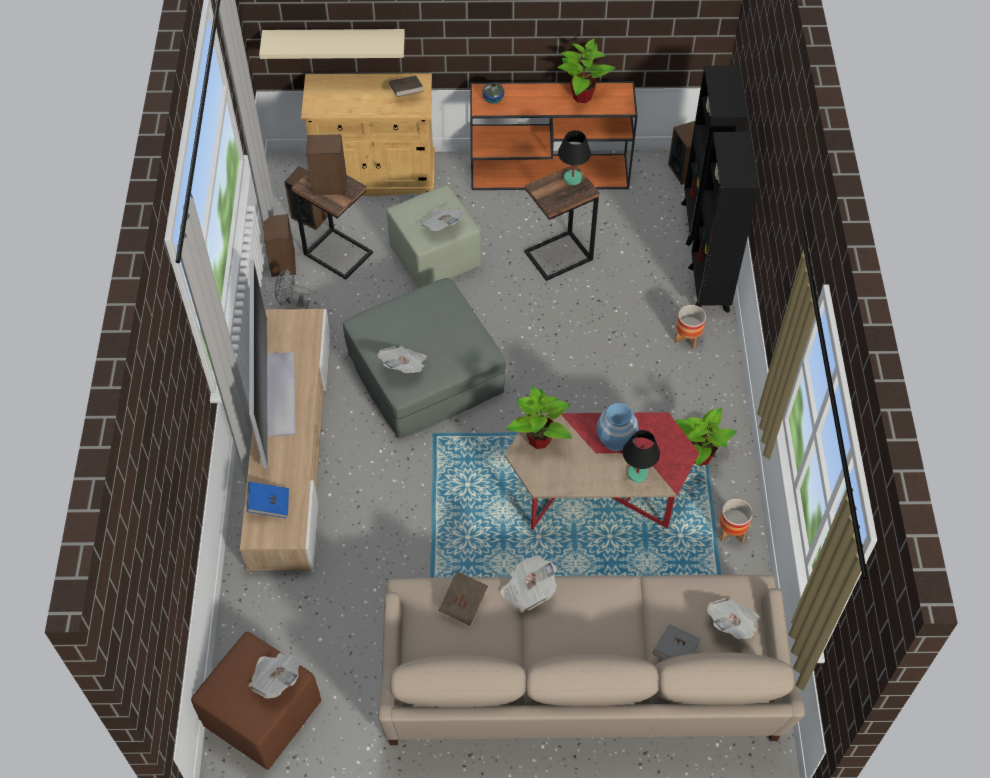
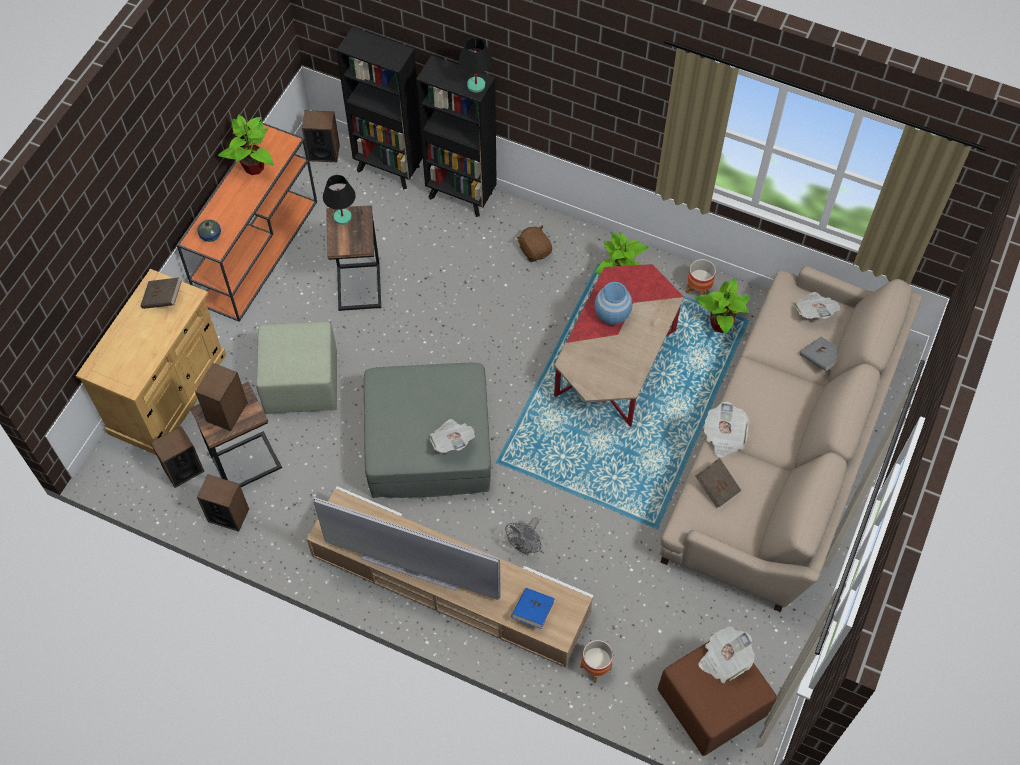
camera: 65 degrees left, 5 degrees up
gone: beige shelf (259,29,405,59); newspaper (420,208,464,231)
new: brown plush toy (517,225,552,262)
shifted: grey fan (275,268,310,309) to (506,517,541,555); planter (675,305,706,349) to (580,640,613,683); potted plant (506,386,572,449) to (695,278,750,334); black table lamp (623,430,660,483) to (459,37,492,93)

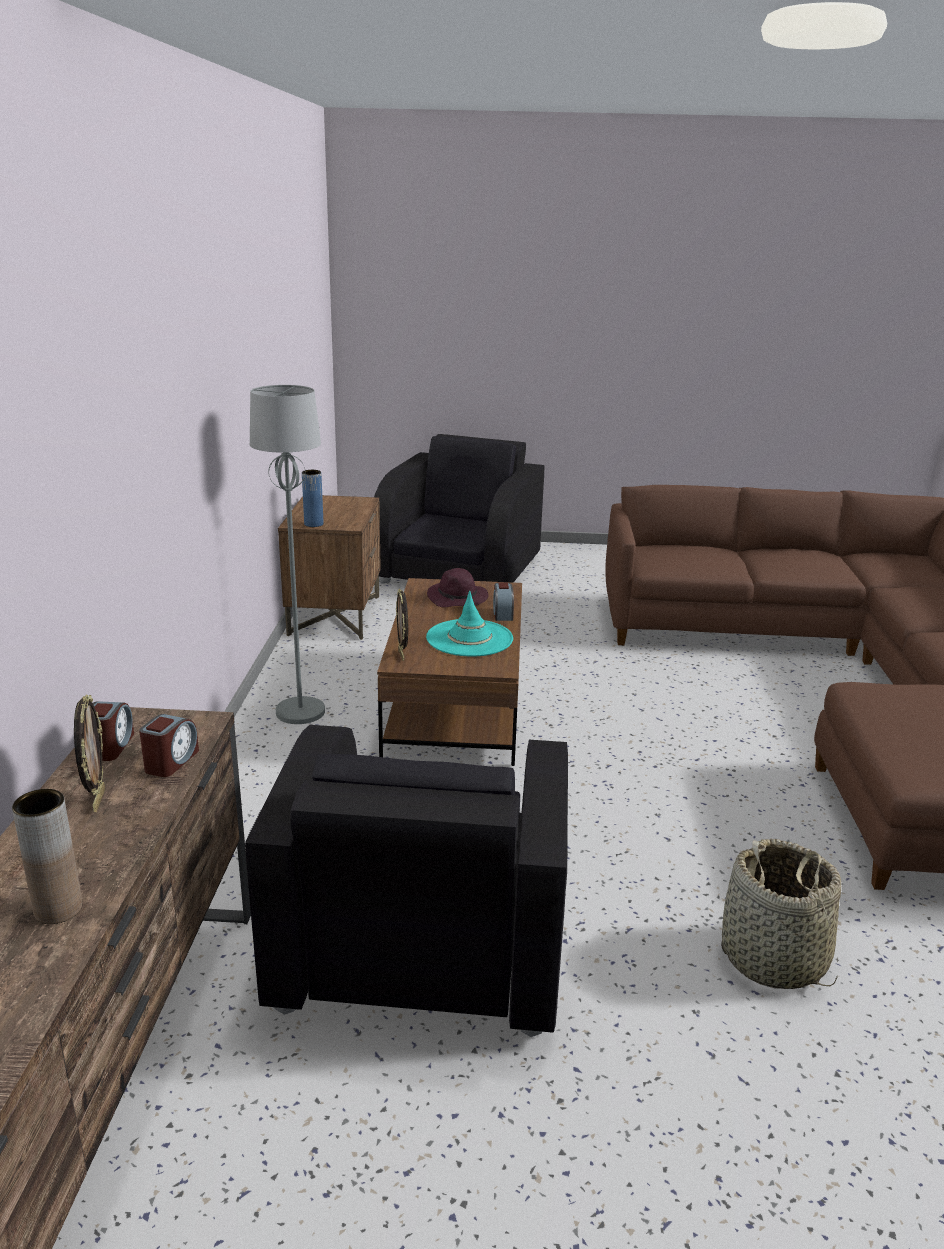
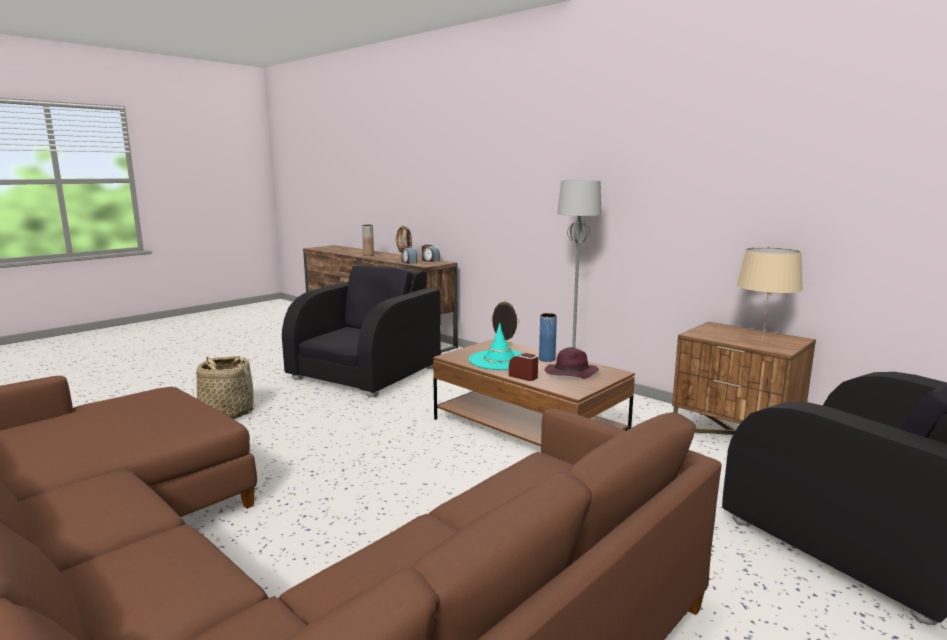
camera: 130 degrees right, 10 degrees down
new: beige table lamp (736,247,803,340)
shifted: blue vase (302,470,323,527) to (539,313,557,362)
rotated: black armchair (245,725,568,1037) = (282,266,441,397) 75 degrees clockwise

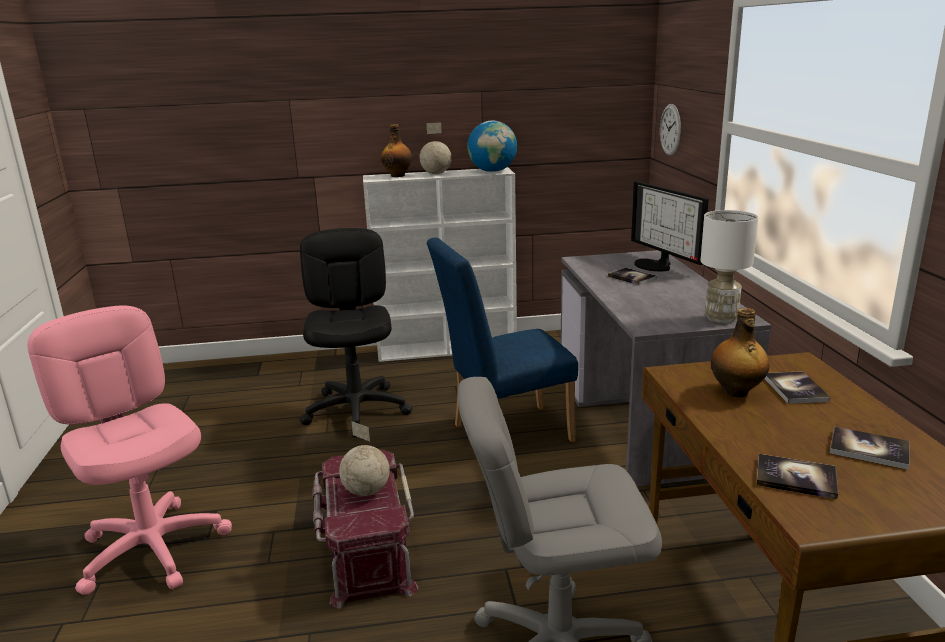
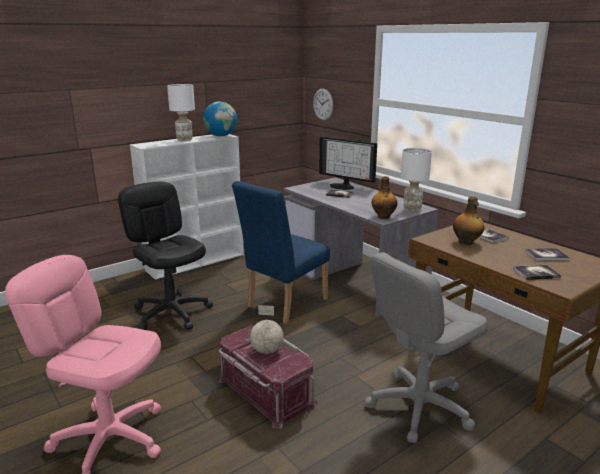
camera: 30 degrees left, 0 degrees up
shifted: bottle (381,124,412,177) to (372,176,397,219)
swapped: globe (420,123,452,174) to white table lamp (167,84,195,141)

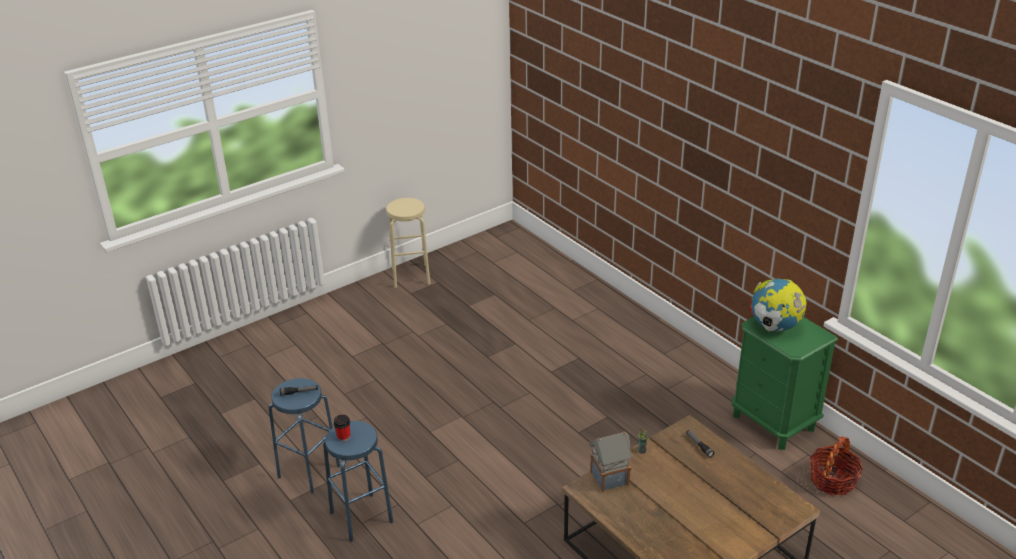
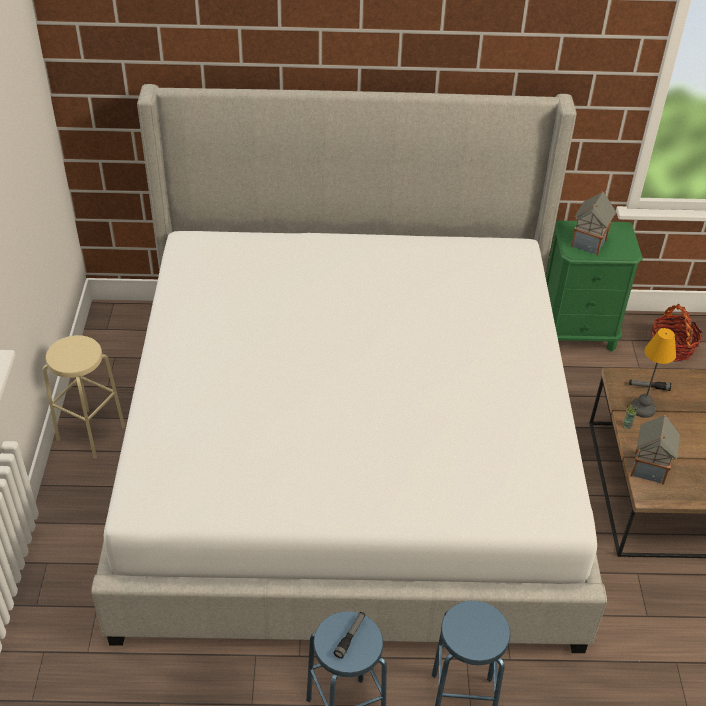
camera: 55 degrees left, 10 degrees up
gone: cup (333,415,350,442)
new: bed (91,84,607,653); table lamp (631,328,676,418)
swapped: globe (750,279,807,332) to toy house (570,191,616,256)

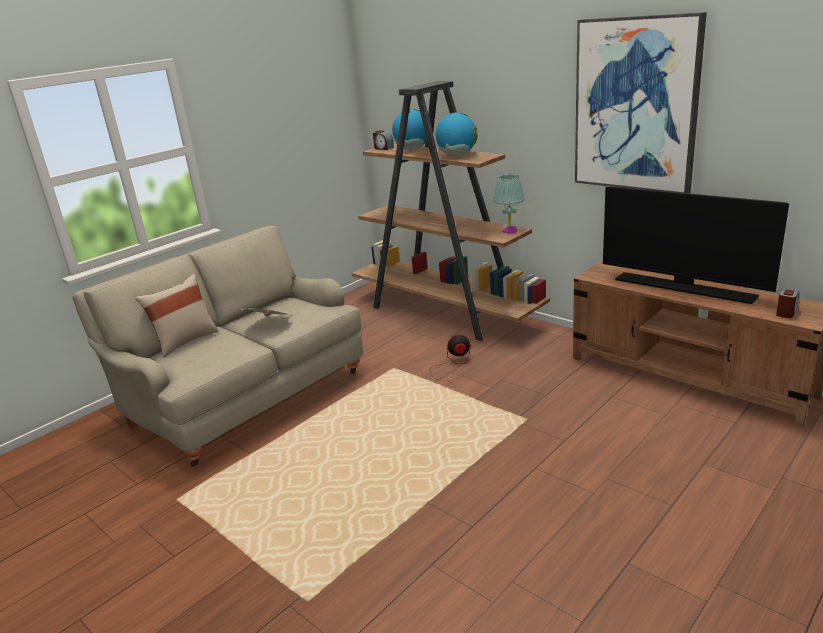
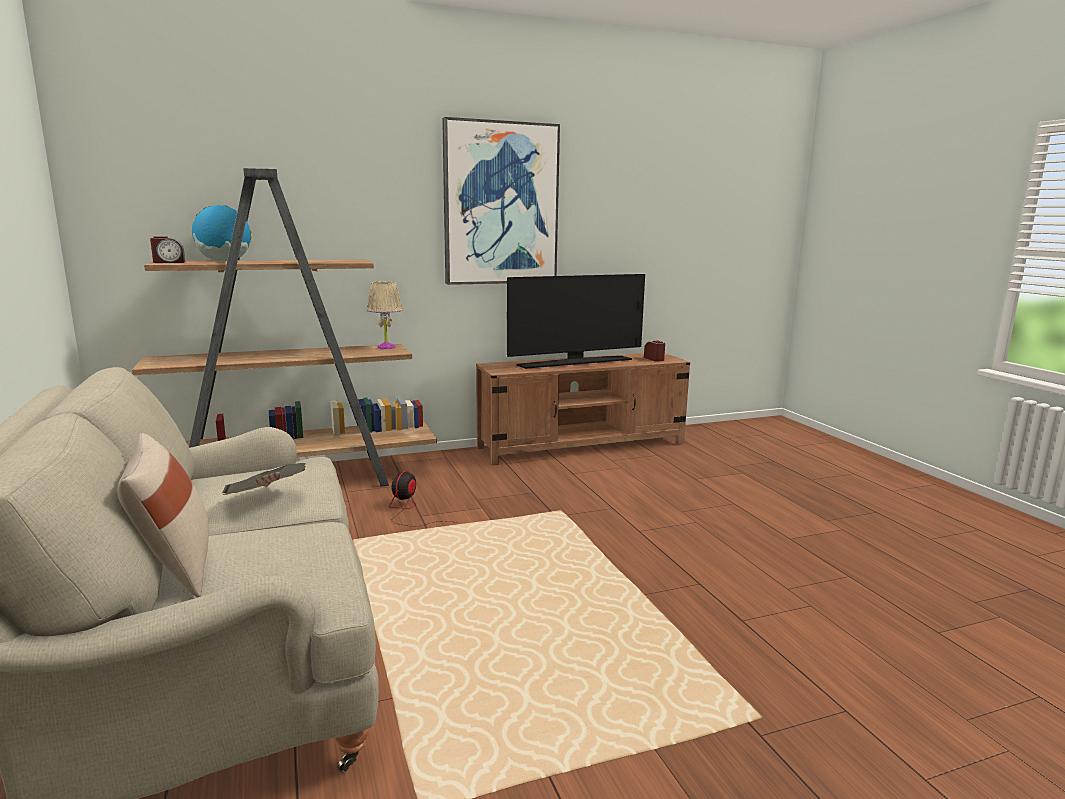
camera: 65 degrees left, 10 degrees down
gone: globe (436,112,478,156)
repainted: turquoise table lamp (494,174,524,233) to beige table lamp (367,282,403,349)

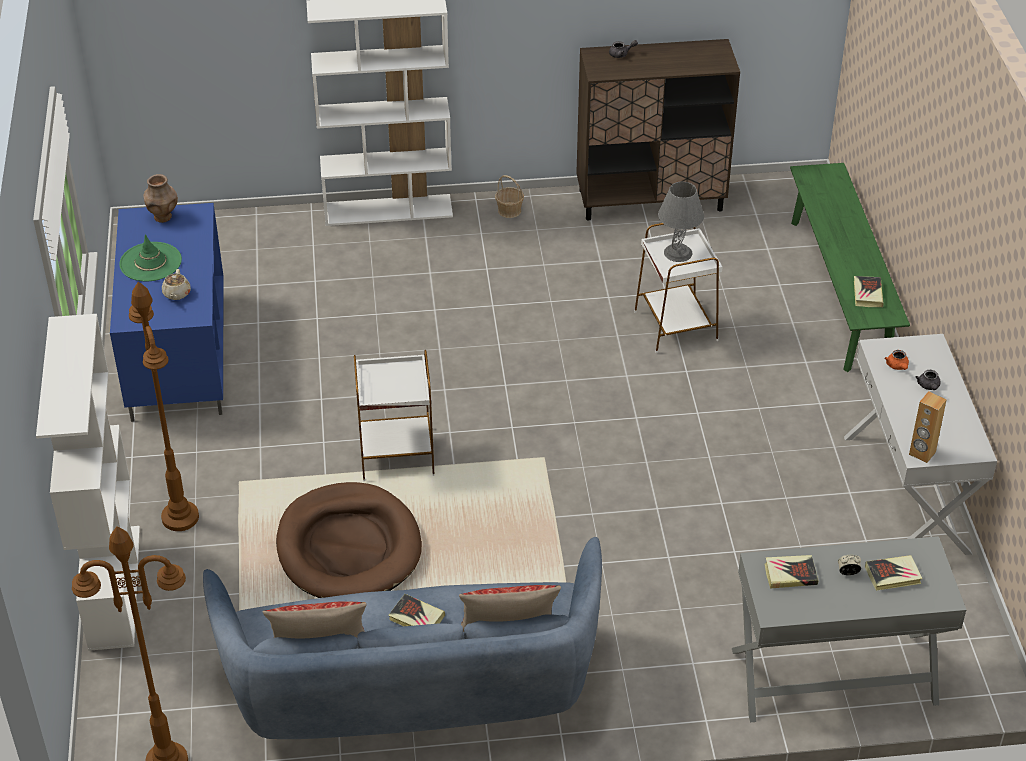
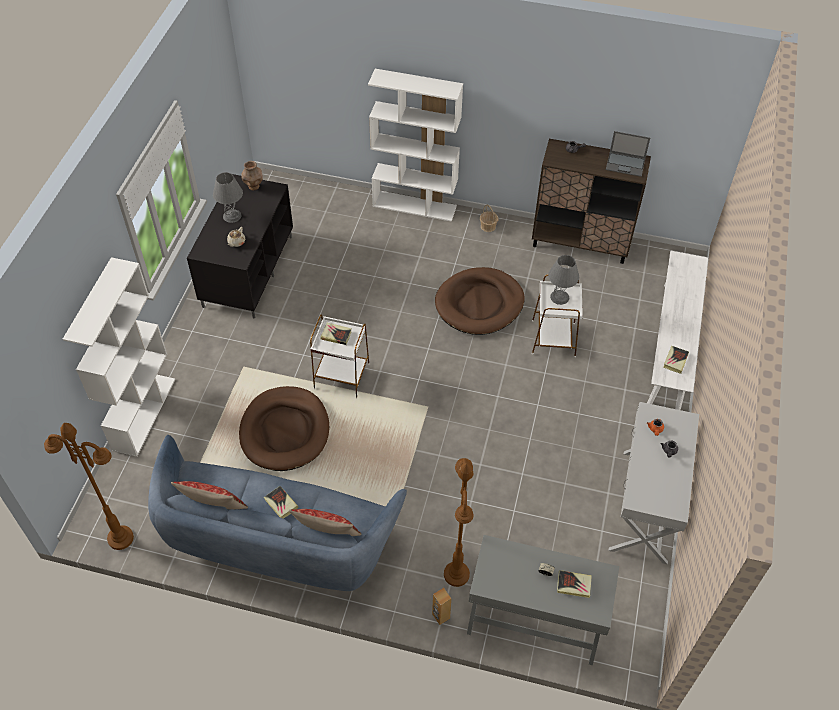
camera: 20 degrees right, 10 degrees up
new: laptop (606,131,650,177); brown dog bed (435,267,525,335)
shifted: brown floor lamp (129,282,199,531) to (444,458,474,587); brown speaker (909,391,947,463) to (432,588,451,625); book (764,555,818,589) to (320,323,352,345)
swapped: green hat (119,234,182,281) to grey table lamp (213,172,243,223)
repainted: green bench (790,163,910,372) to white bench (647,251,708,410); blue tv stand (110,203,224,422) to black tv stand (187,174,293,319)

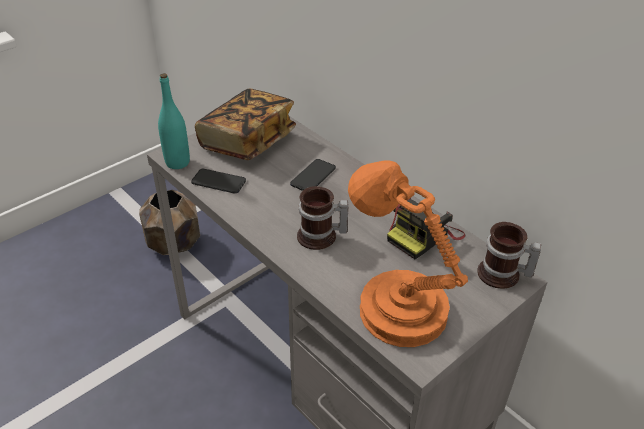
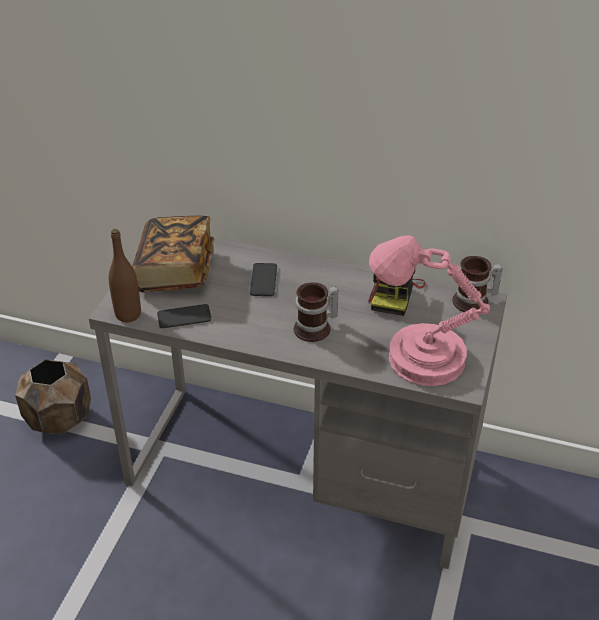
camera: 30 degrees left, 0 degrees up
repainted: turquoise bottle (158,73,190,169) to brown bottle (108,229,141,322); orange table lamp (348,160,468,347) to pink table lamp (369,235,490,386)

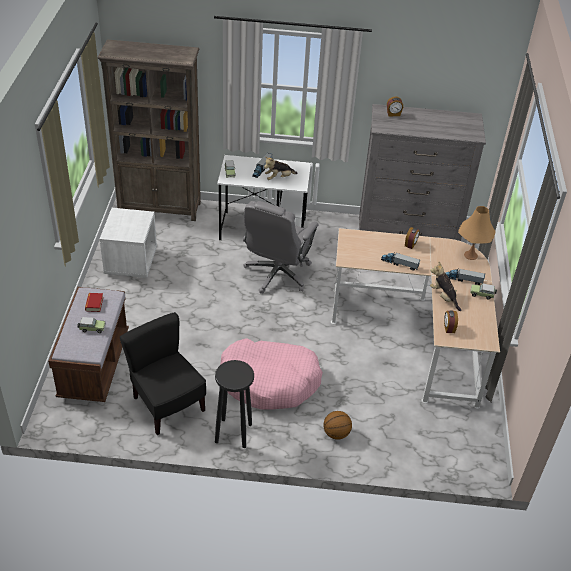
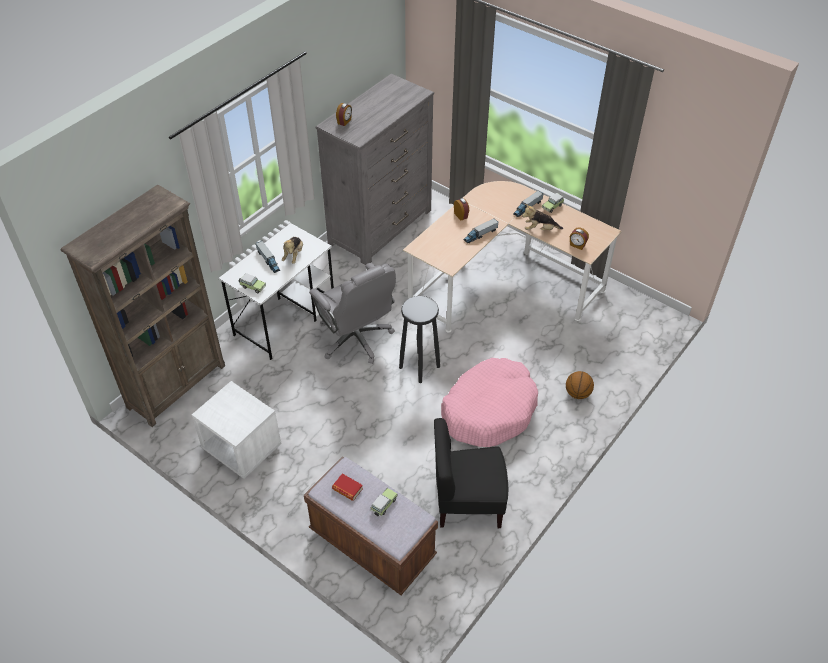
camera: 55 degrees left, 5 degrees up
gone: orange table lamp (458,206,496,260)
shifted: black stool (215,360,254,448) to (399,296,440,383)

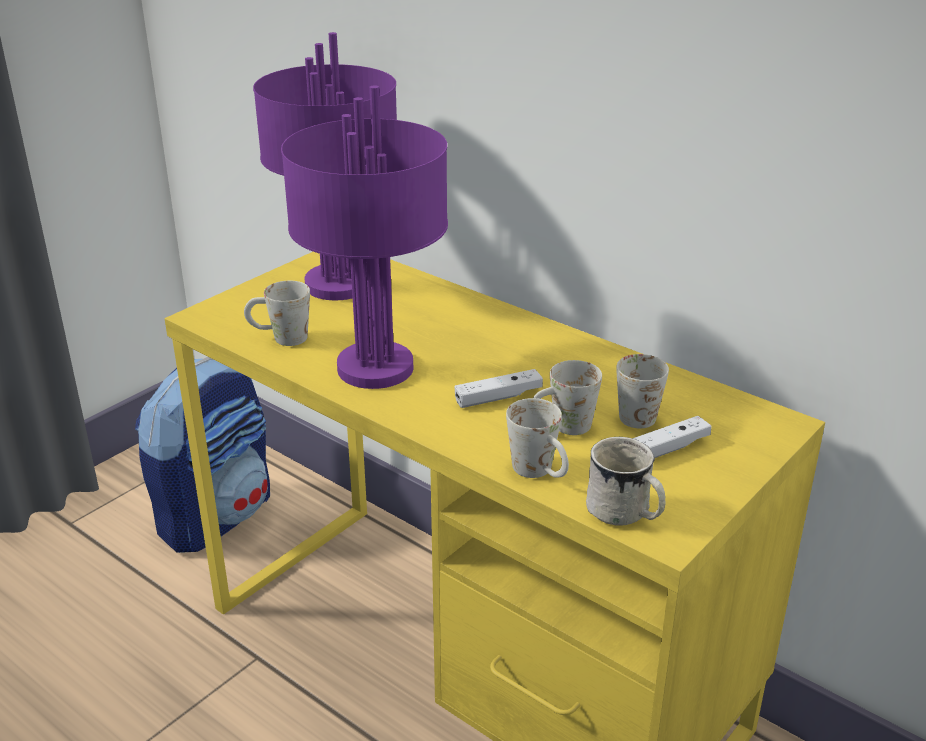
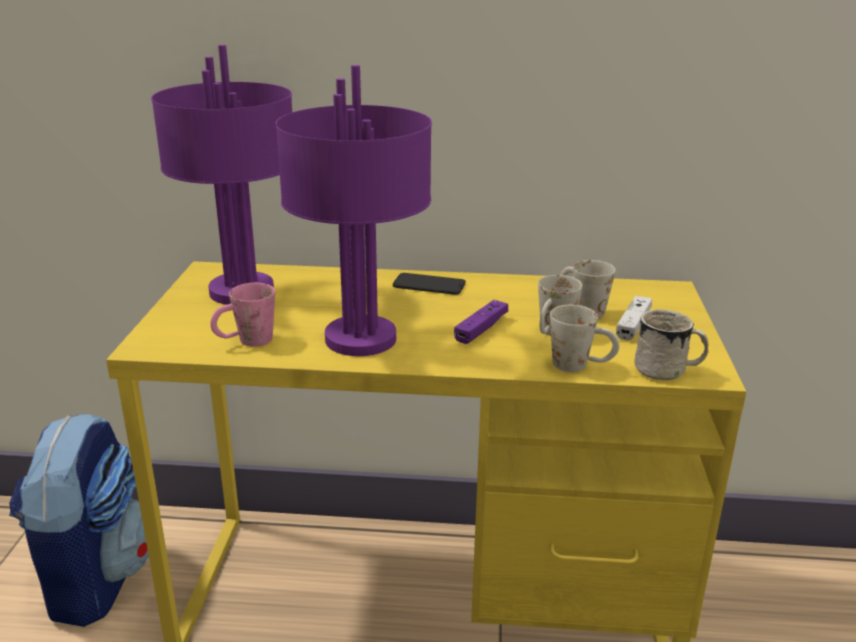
camera: 35 degrees left, 5 degrees down
new: phone (393,273,466,295)
repainted: white mug (244,281,310,346) to pink mug (210,283,275,347); white game controller (454,369,543,408) to purple game controller (454,300,508,344)

